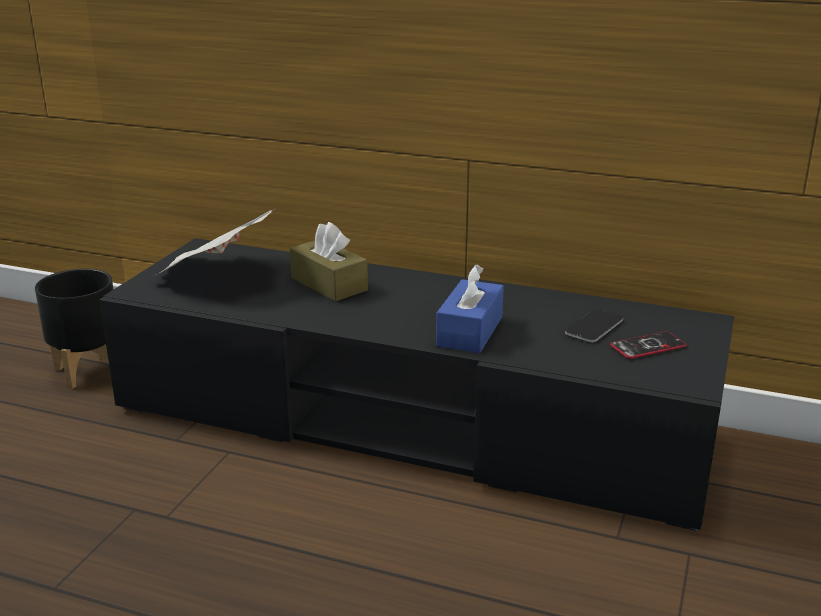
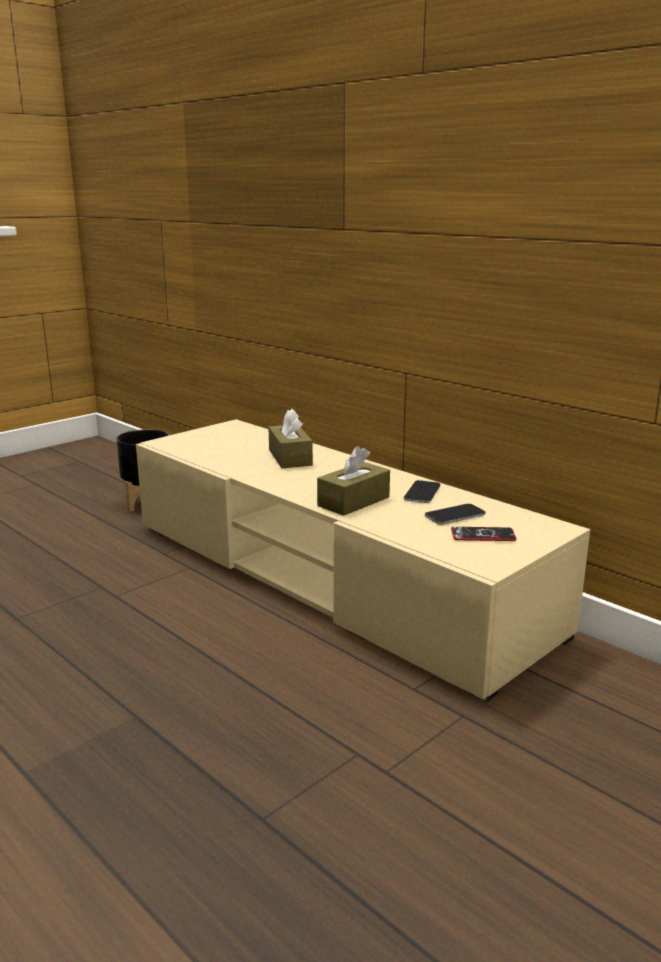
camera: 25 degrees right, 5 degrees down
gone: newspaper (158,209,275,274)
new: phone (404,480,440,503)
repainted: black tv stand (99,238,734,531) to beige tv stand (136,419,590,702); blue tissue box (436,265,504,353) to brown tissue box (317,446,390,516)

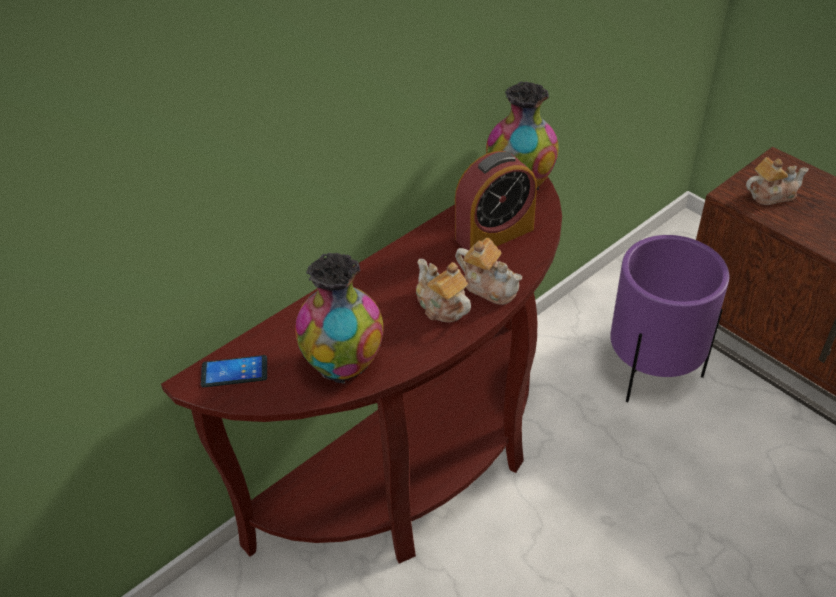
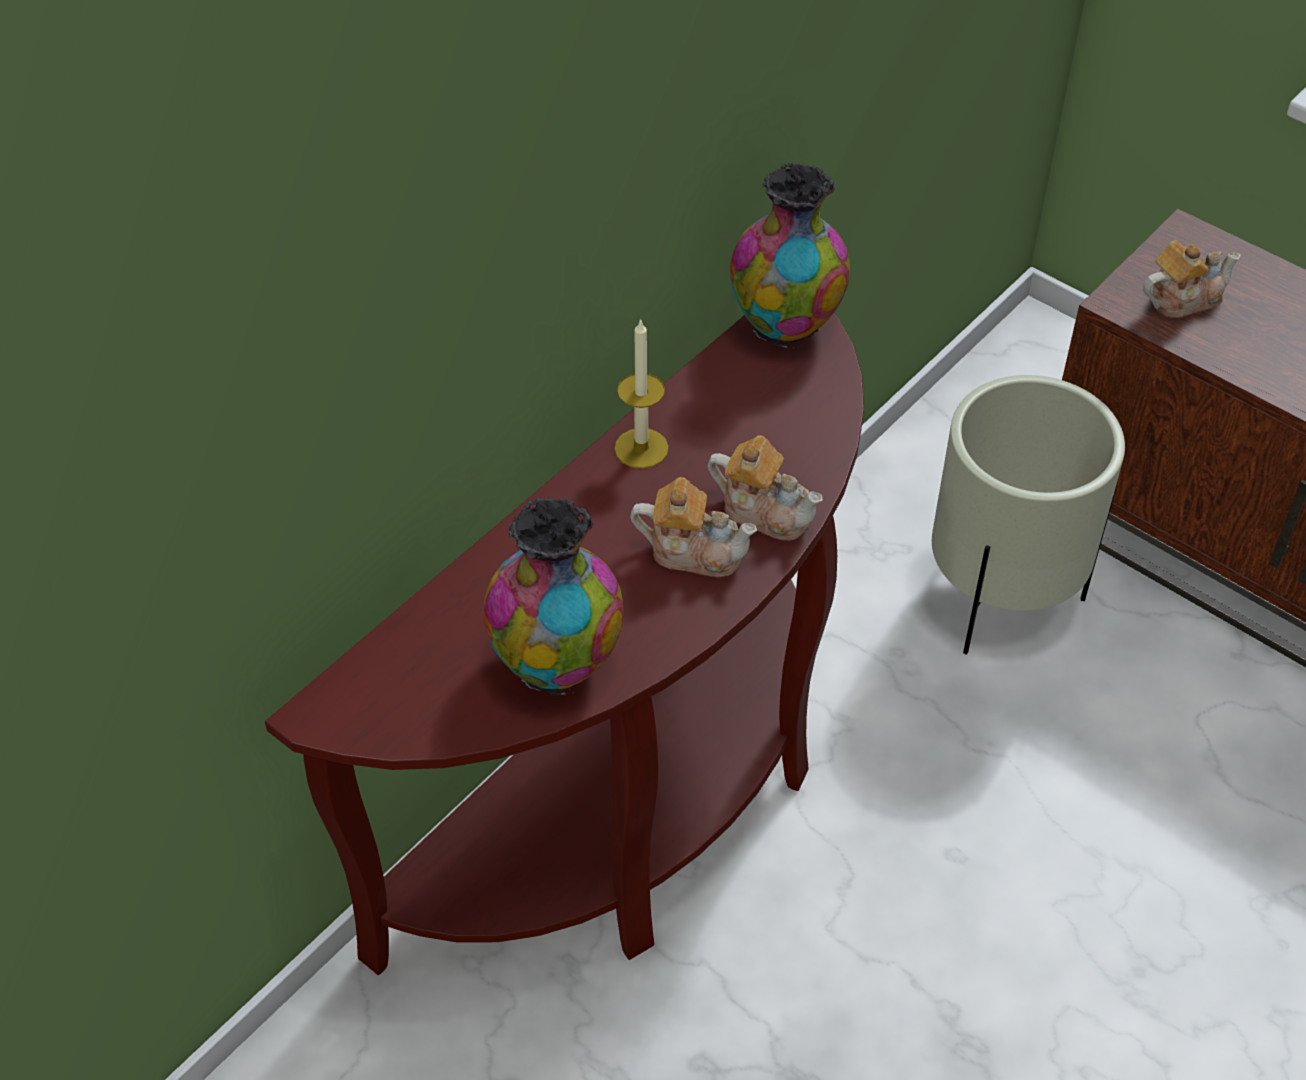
camera: 10 degrees left, 5 degrees up
gone: alarm clock (455,151,537,251); phone (201,355,267,387)
new: candle (614,319,669,469)
repainted: purple planter (610,235,729,402) to beige planter (932,375,1125,655)
rotated: teapot (416,259,471,322) = (630,477,757,577) 150 degrees clockwise

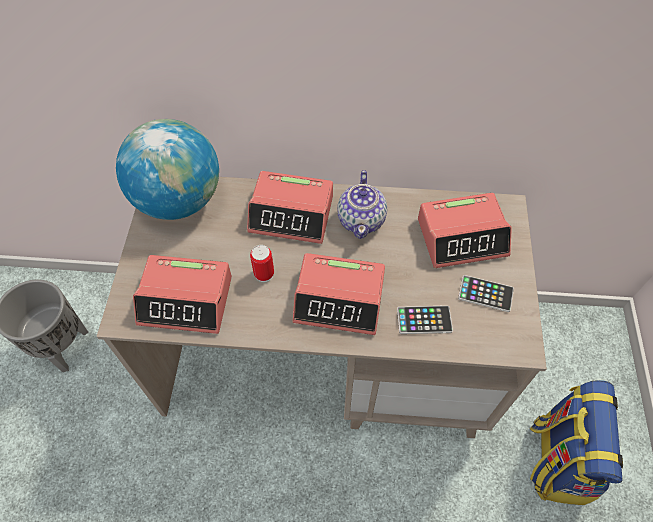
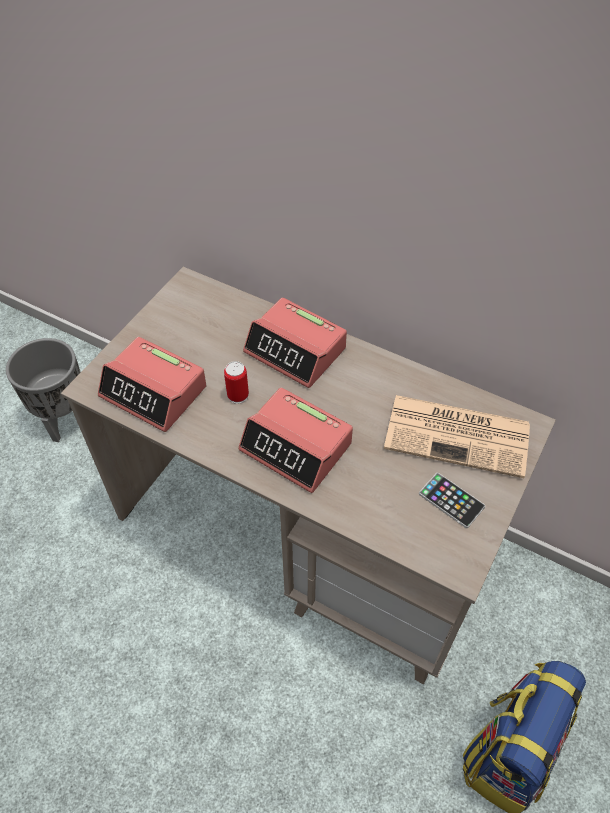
camera: 25 degrees right, 5 degrees down
gone: globe (116,119,219,220); teapot (337,170,387,239); phone (397,306,453,334)
swapped: alarm clock (418,193,512,268) to newspaper (384,395,530,478)

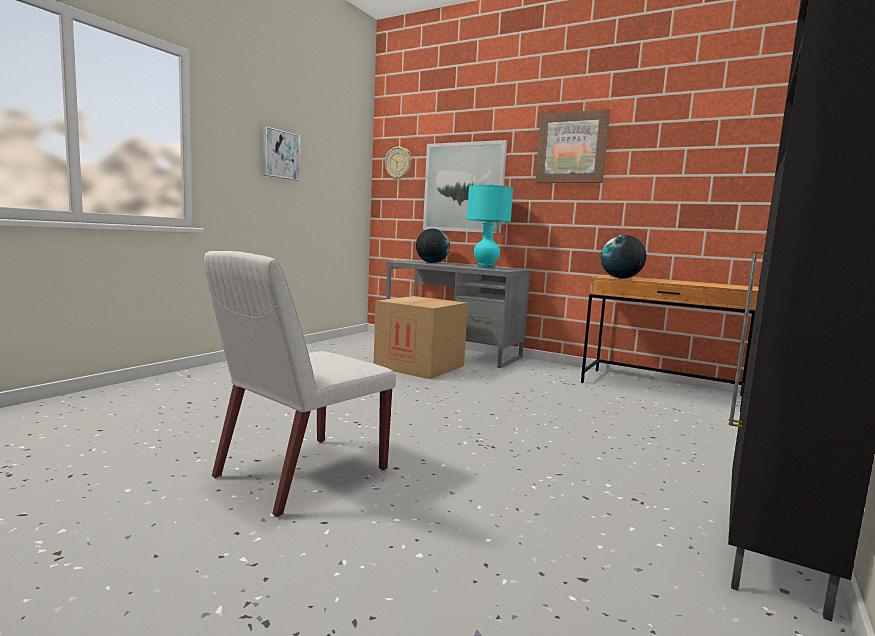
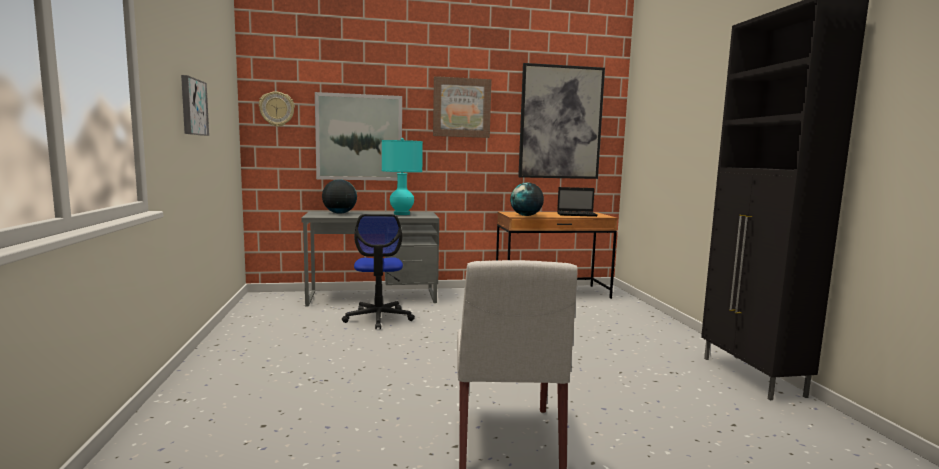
camera: 40 degrees left, 0 degrees up
new: picture (518,63,605,179); laptop (557,187,598,217)
swapped: cardboard box (374,296,468,379) to office chair (342,214,415,330)

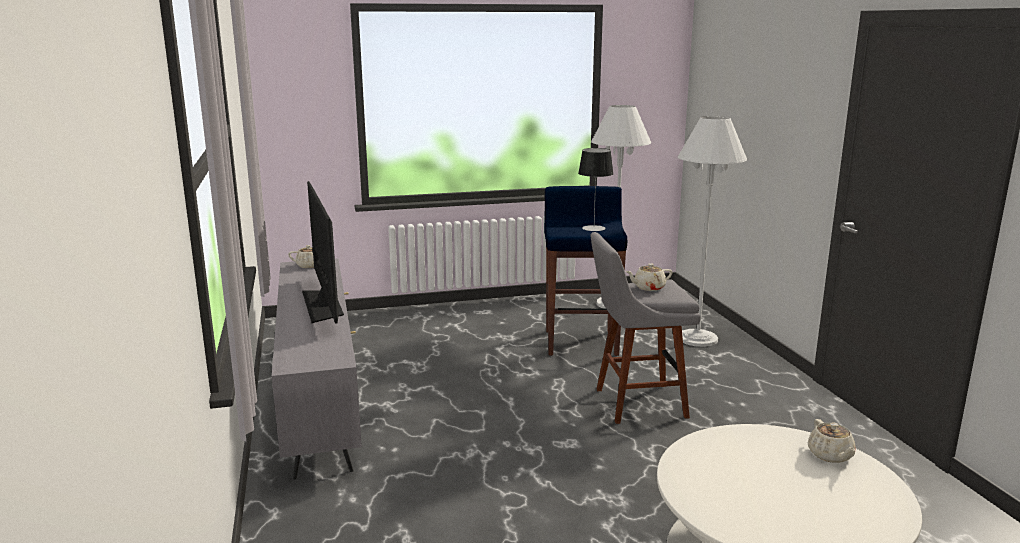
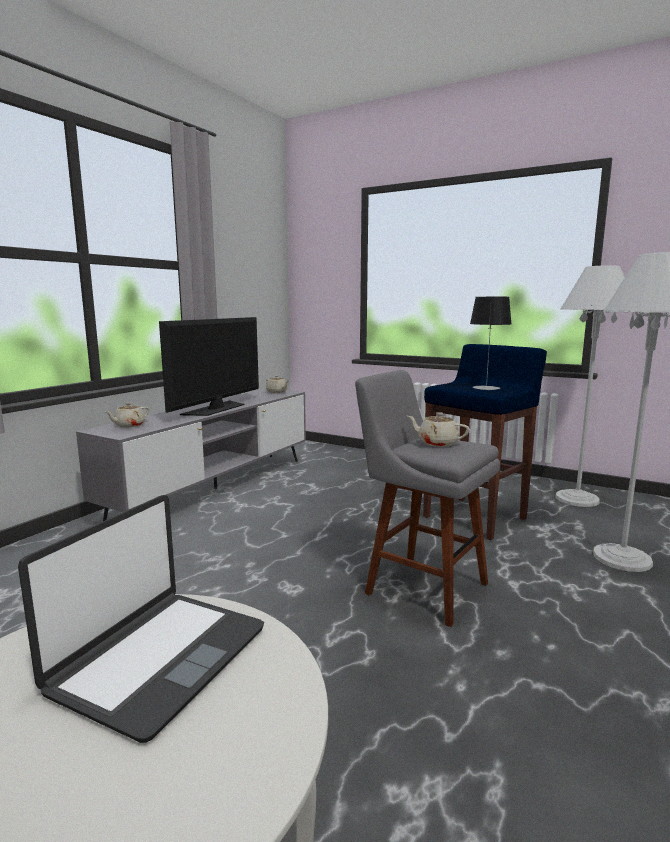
camera: 45 degrees right, 5 degrees down
new: laptop (18,495,264,743)
shifted: beige teapot (808,419,855,463) to (105,403,149,428)

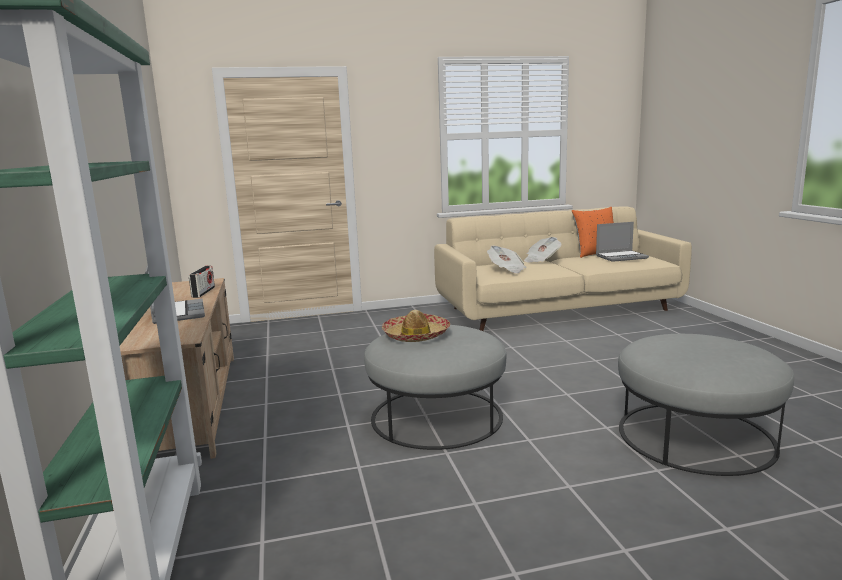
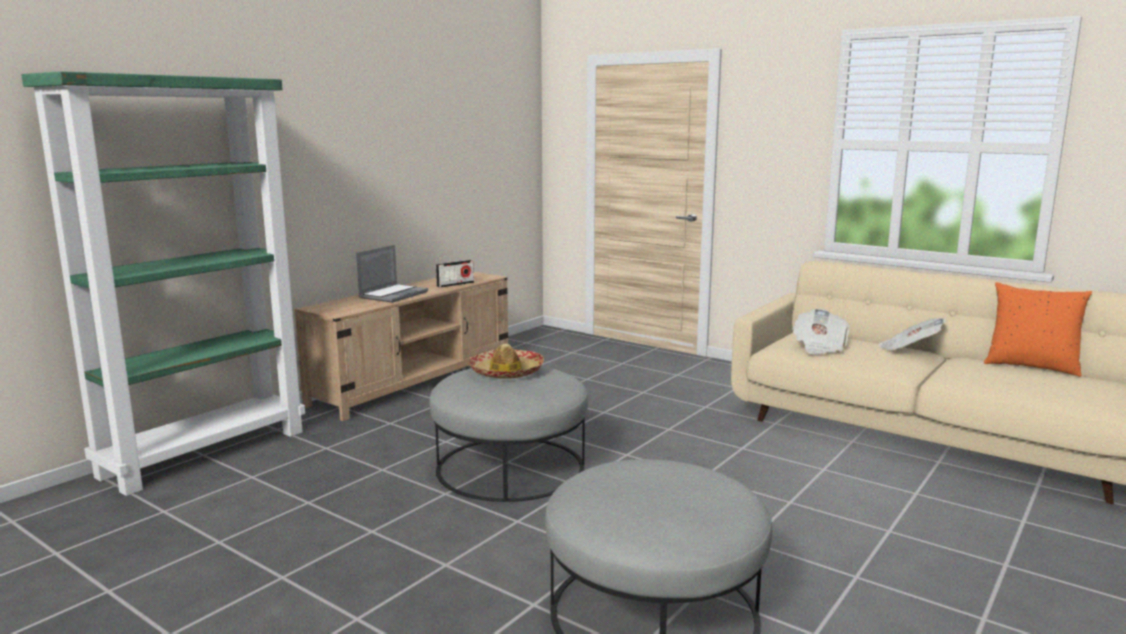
camera: 50 degrees right, 0 degrees up
gone: laptop (596,222,649,262)

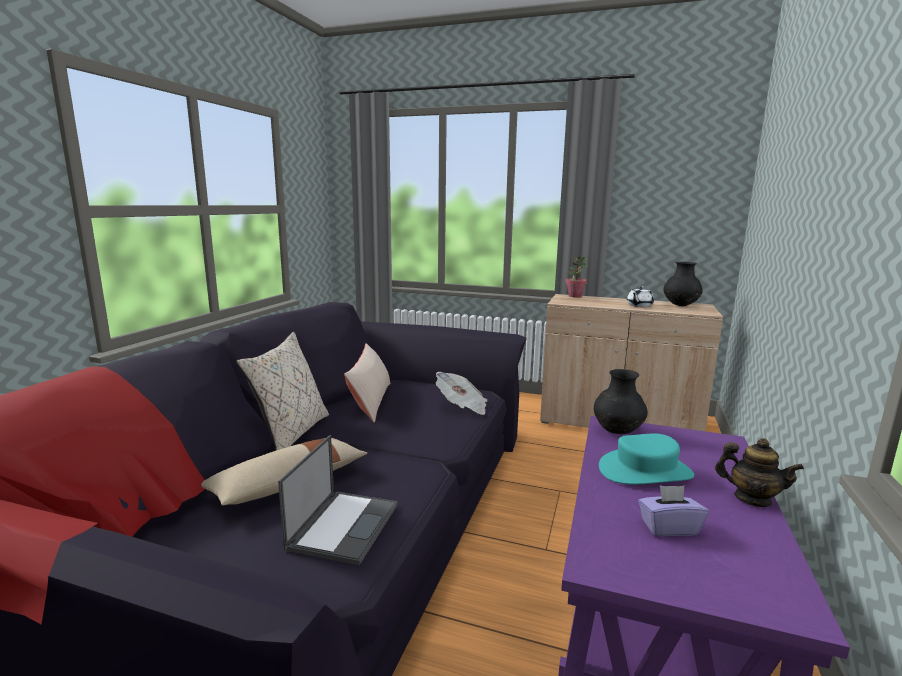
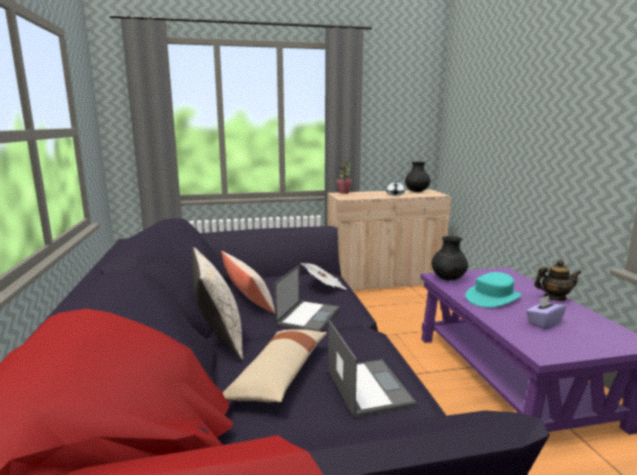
camera: 30 degrees left, 0 degrees up
new: laptop (274,265,339,332)

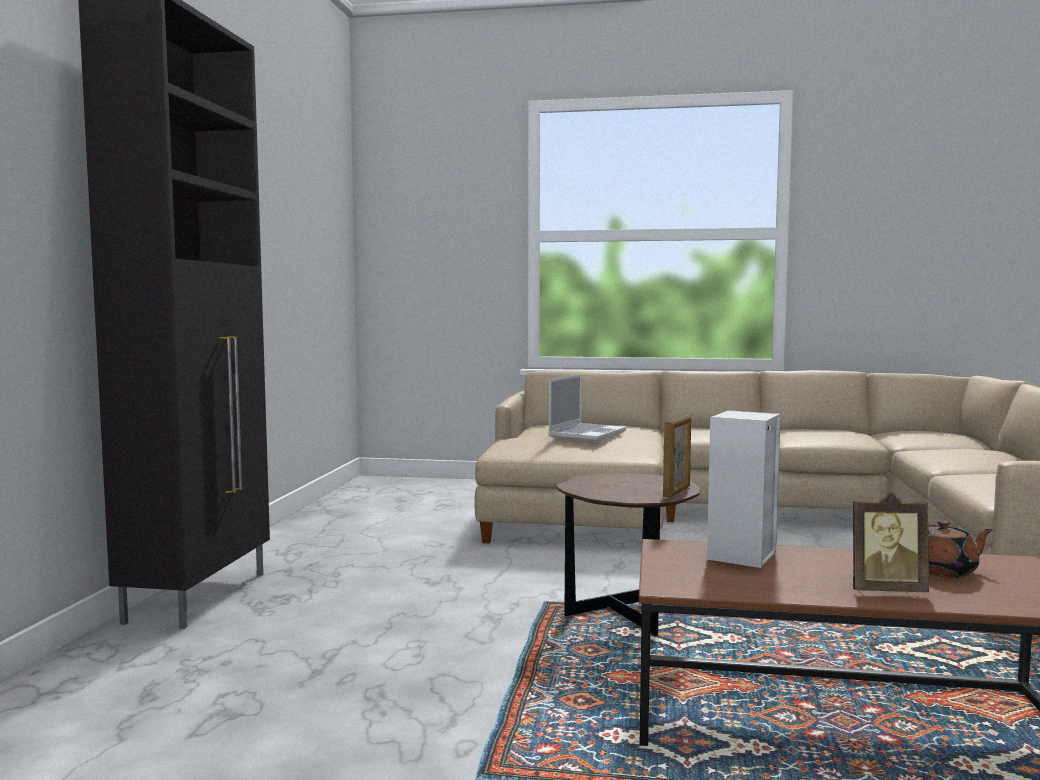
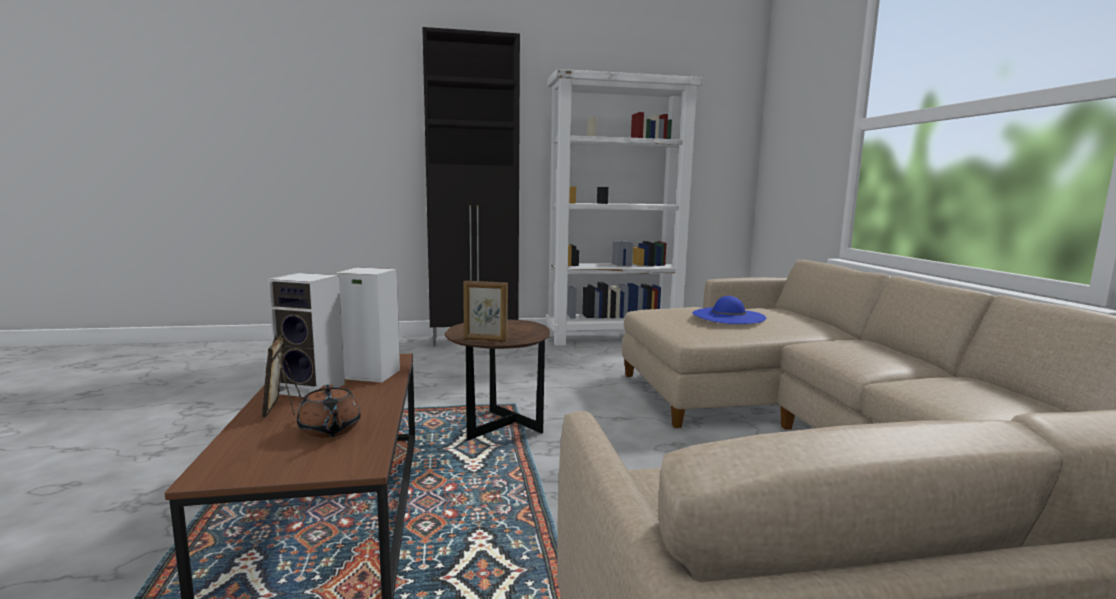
camera: 70 degrees right, 5 degrees up
new: white bookcase (546,69,703,346); speaker (268,273,345,397)
swapped: laptop (548,374,626,441) to blue hat (692,296,766,324)

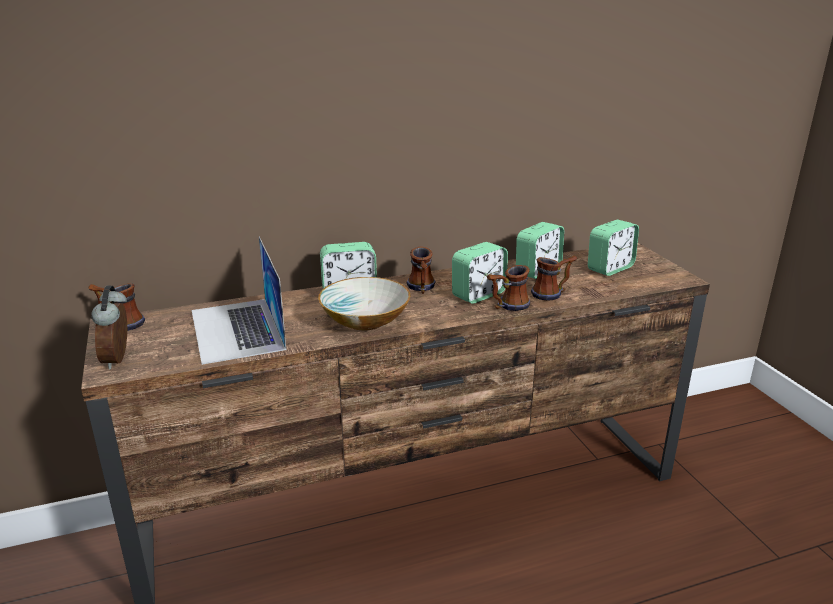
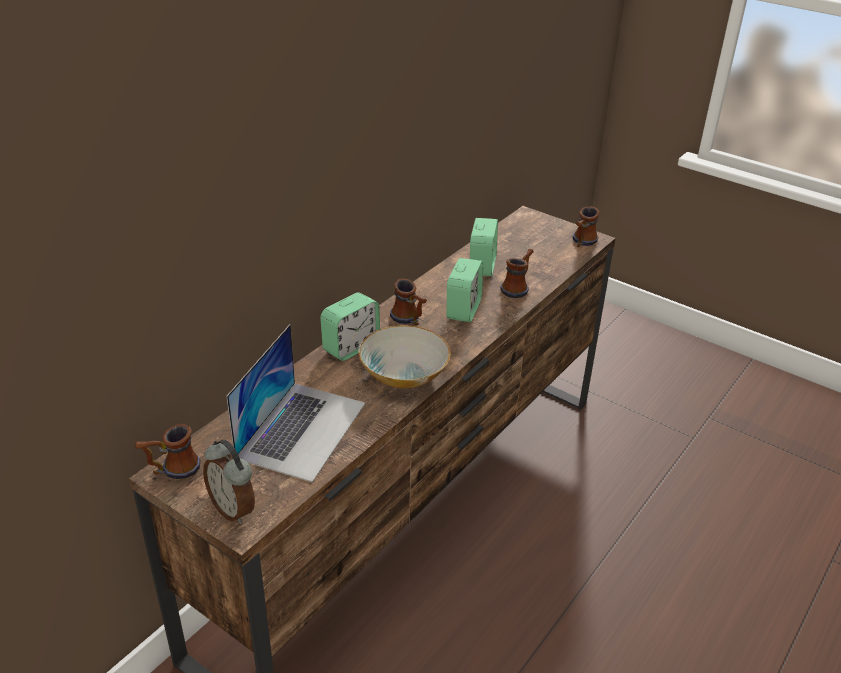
camera: 35 degrees left, 10 degrees up
gone: alarm clock (588,220,639,276)
shifted: mug (487,265,530,311) to (573,206,600,247)
rotated: laptop (192,236,286,365) = (226,324,365,482) 105 degrees counterclockwise

